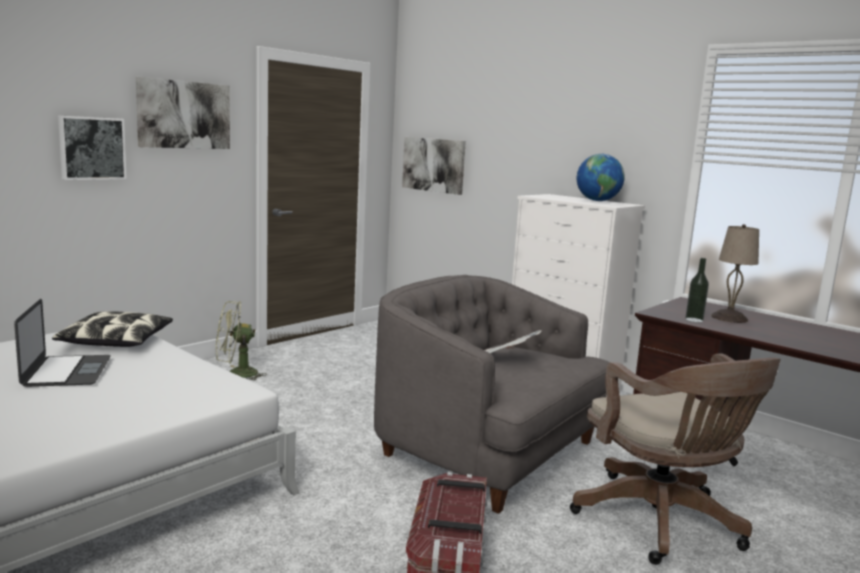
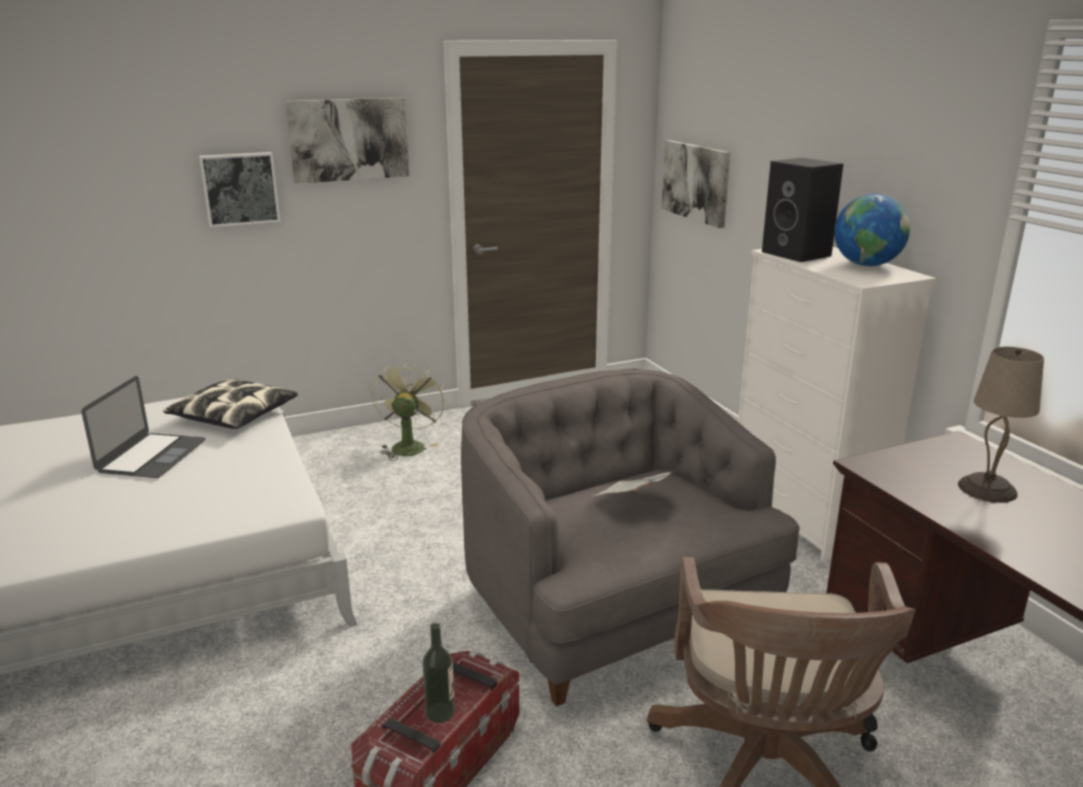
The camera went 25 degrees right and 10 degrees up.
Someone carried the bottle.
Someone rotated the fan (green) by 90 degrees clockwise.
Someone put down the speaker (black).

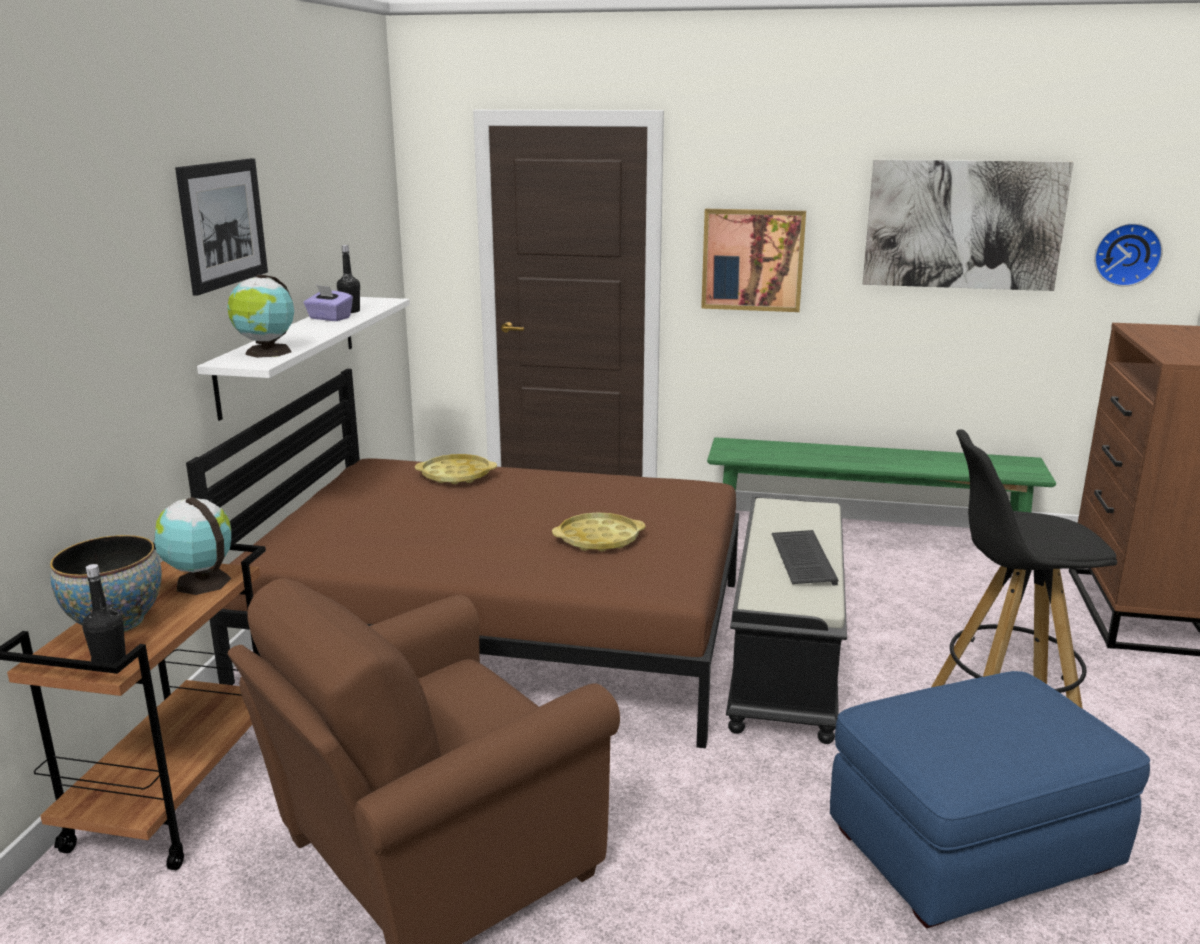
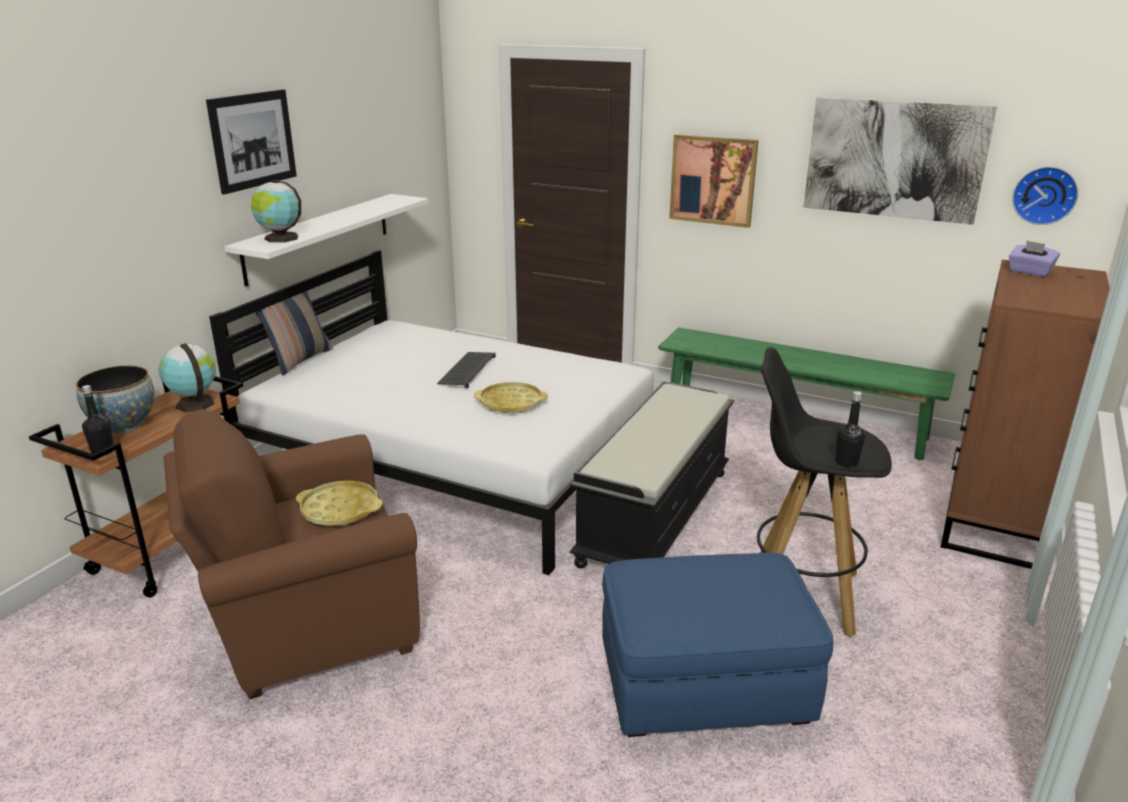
The camera went 15 degrees right and 5 degrees up.
Someone carried the bottle (black) (no. 2 from left).
Someone carried the tissue box (purple).
Someone repainted the bed (brown), which became the bed (white).
Someone carried the tray (yellow) (no. 1 from left).
Someone carried the keyboard.
Someone put down the pillow.

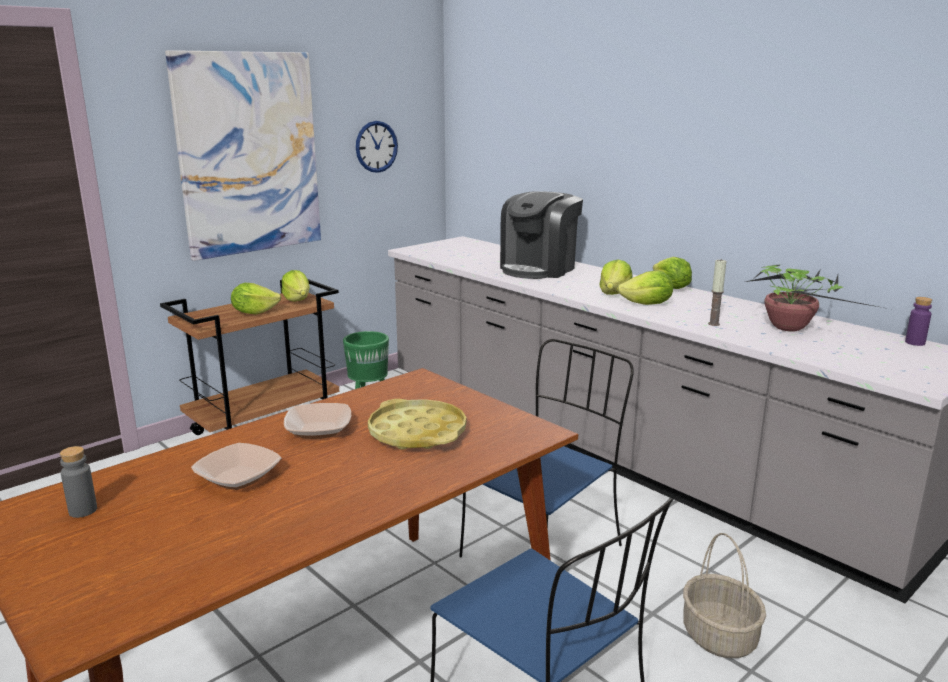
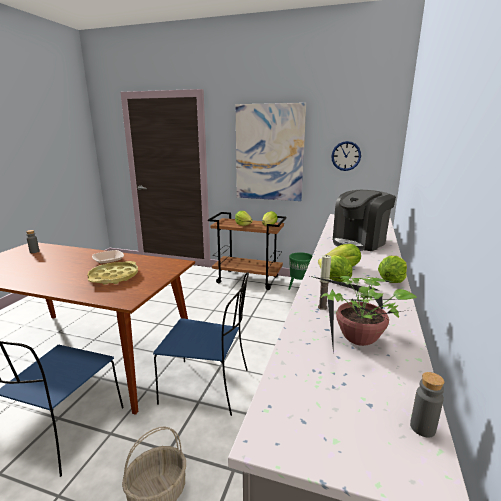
The camera went 60 degrees right and 0 degrees up.
Someone rotated the coffee machine by 45 degrees counterclockwise.
Someone repainted the bottle (purple), which became the bottle (grey) (no. 2 from left).
Someone took away the bowl (no. 1 from left).

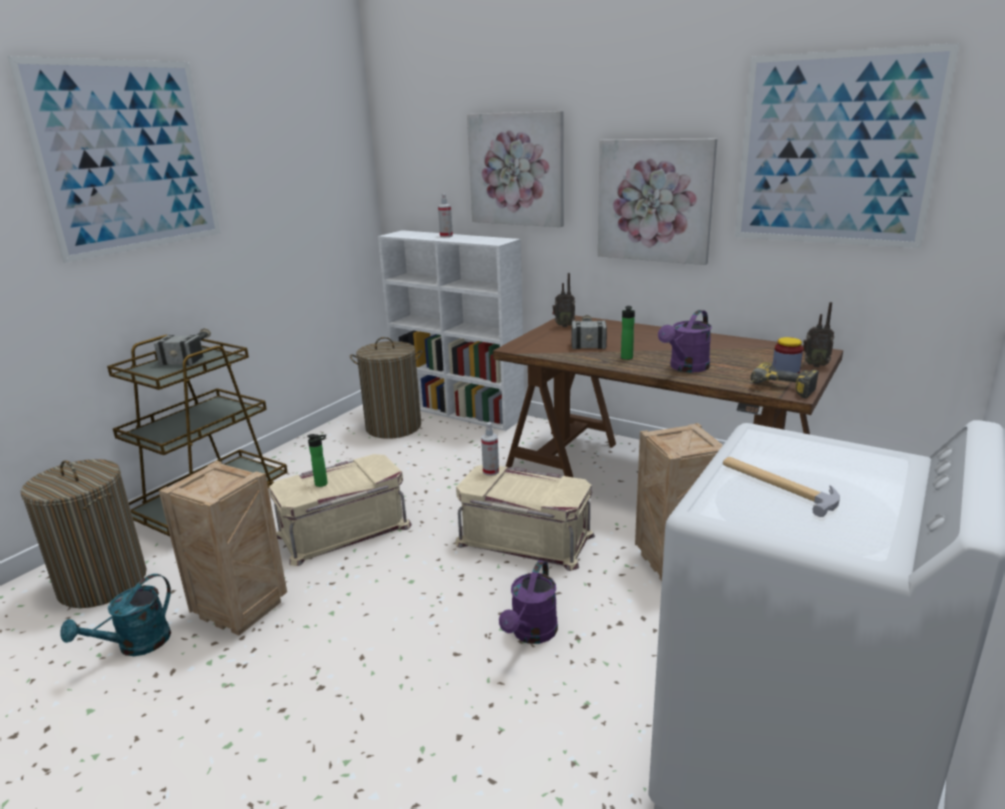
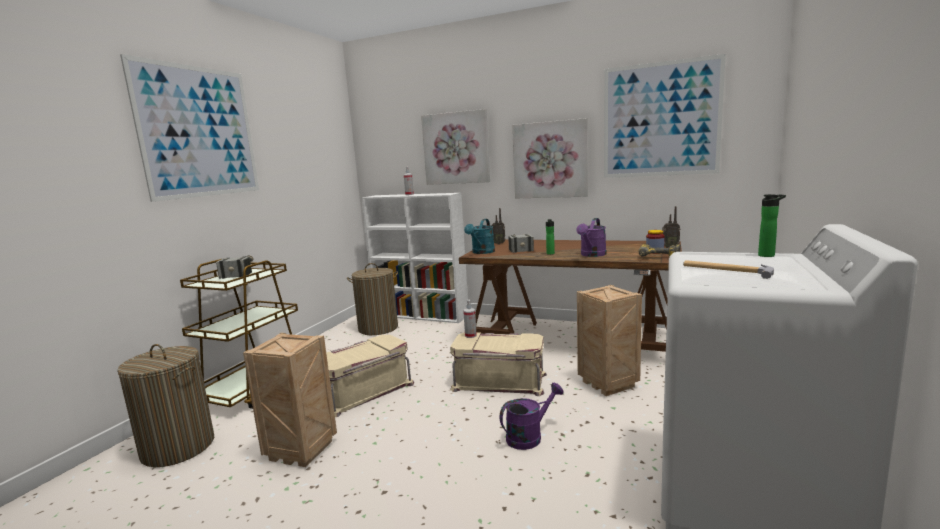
The camera went 10 degrees left and 10 degrees down.
Someone carried the bottle (no. 1 from left in the first image).
Someone rotated the watering can (purple) (no. 1 from left) by 135 degrees counterclockwise.
Someone carried the watering can (turquoise).

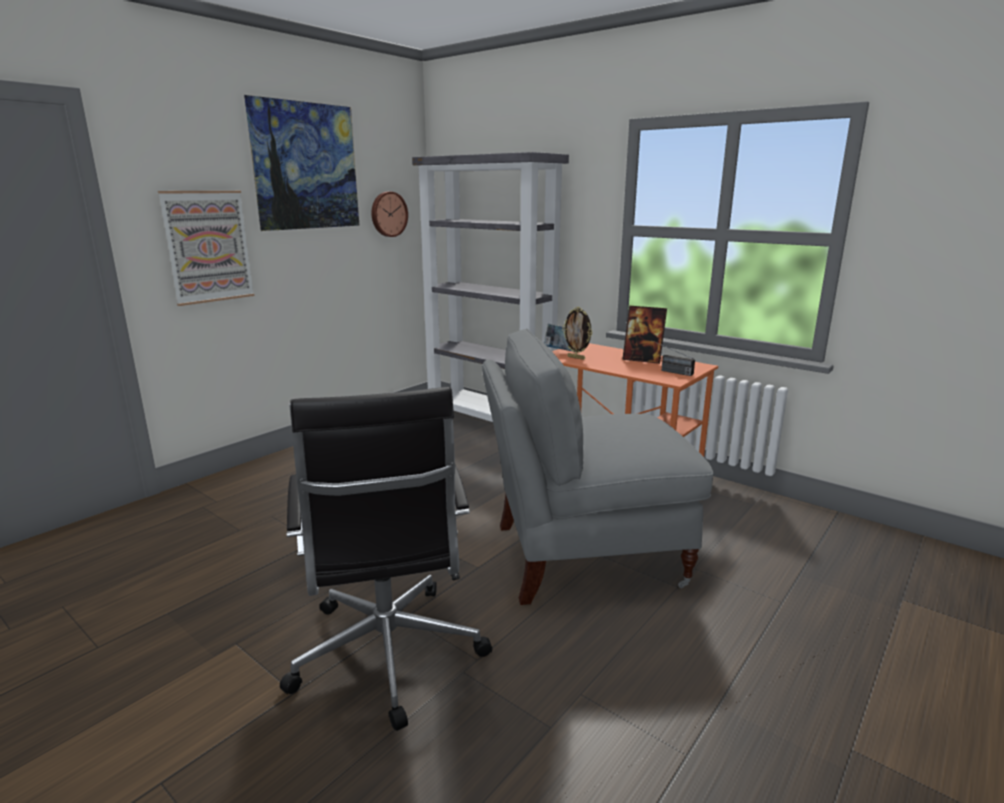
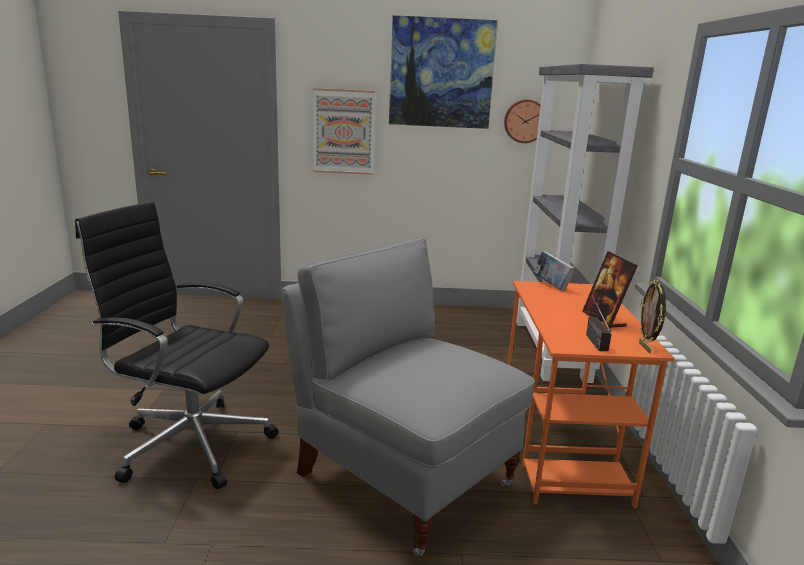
The camera went 50 degrees right and 0 degrees up.
Someone carried the picture frame (no. 1 from left in the first image).
Someone rotated the office chair (black) by 75 degrees clockwise.

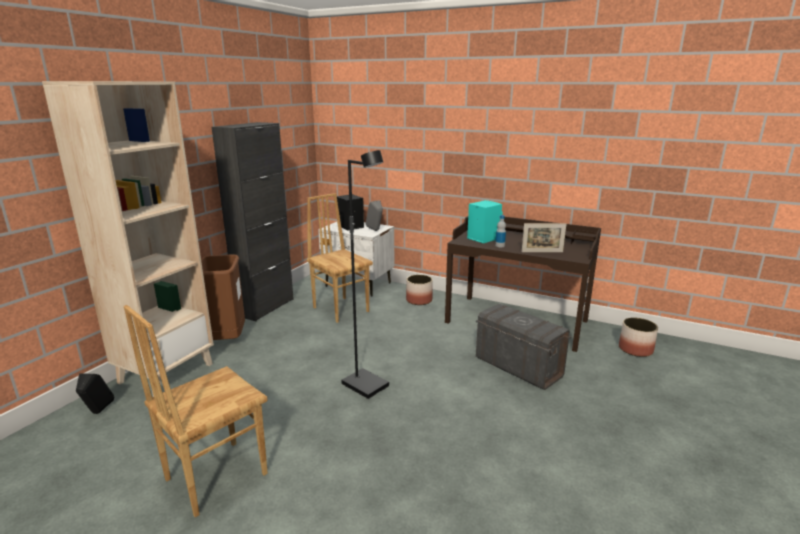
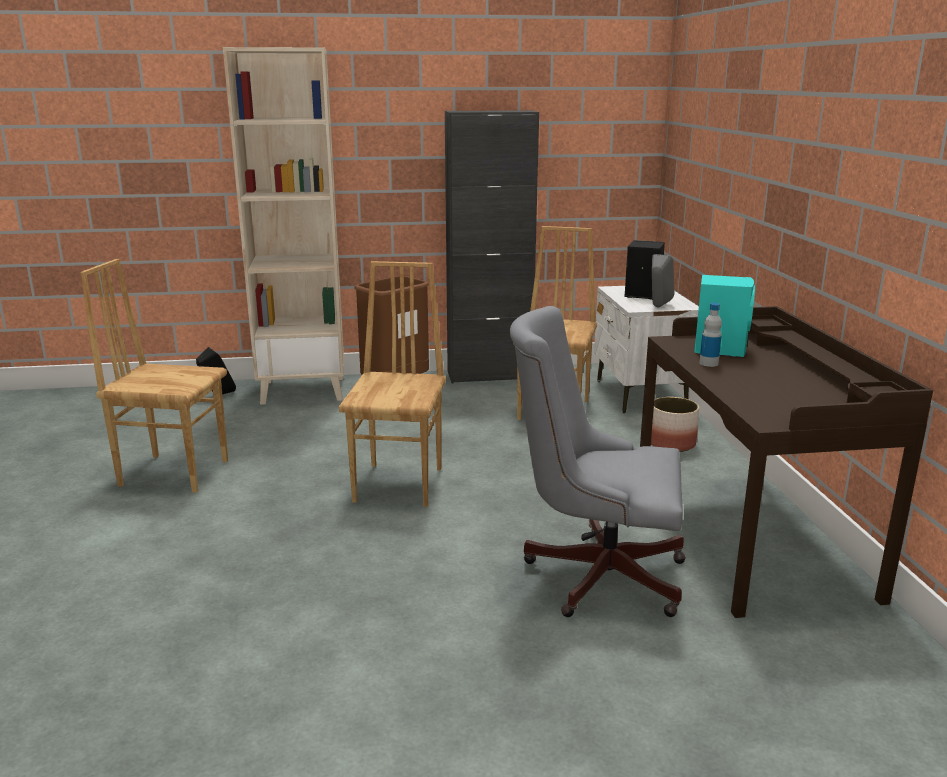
The camera went 55 degrees right and 0 degrees up.
Someone swapped the floor lamp (black) for the chair (brown) (no. 2 from left).
Someone took away the picture frame.
Someone swapped the storage box (grey) for the office chair (grey).
Someone took away the planter (no. 2 from left).

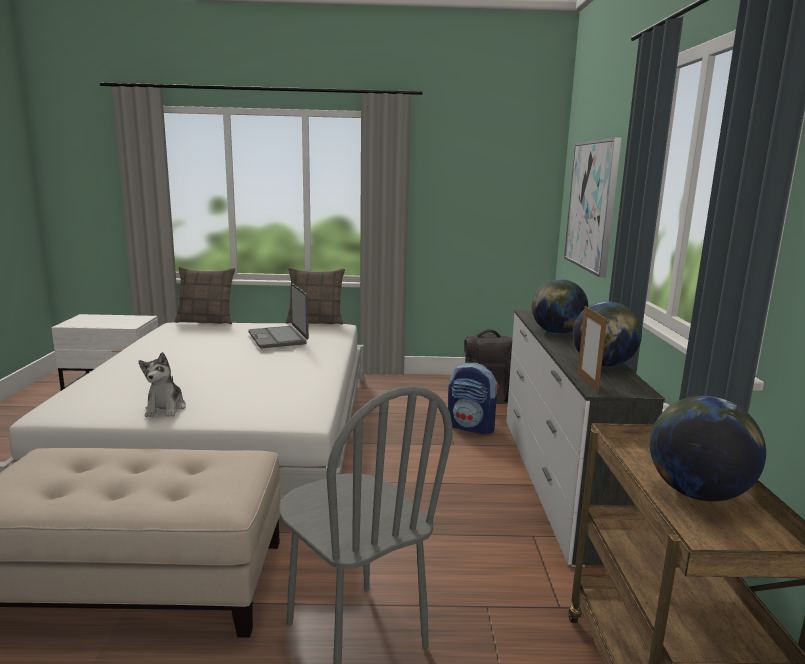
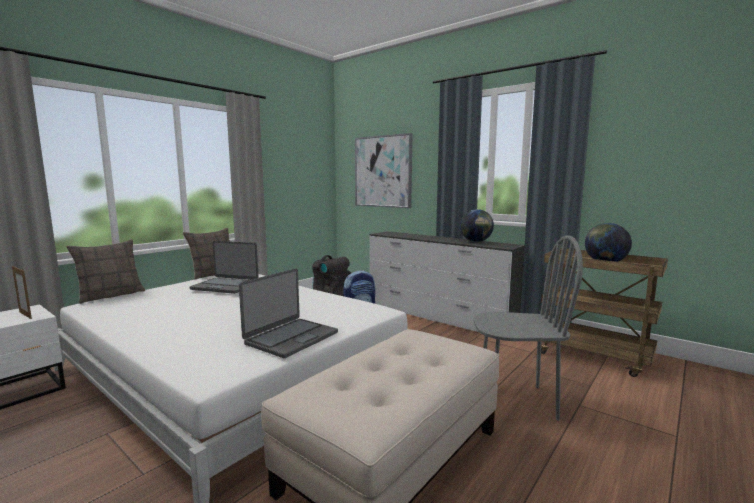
The camera went 50 degrees left and 5 degrees down.
Someone took away the globe (no. 1 from left).
Someone carried the picture frame.
Someone swapped the plush toy for the laptop (no. 2 from left).

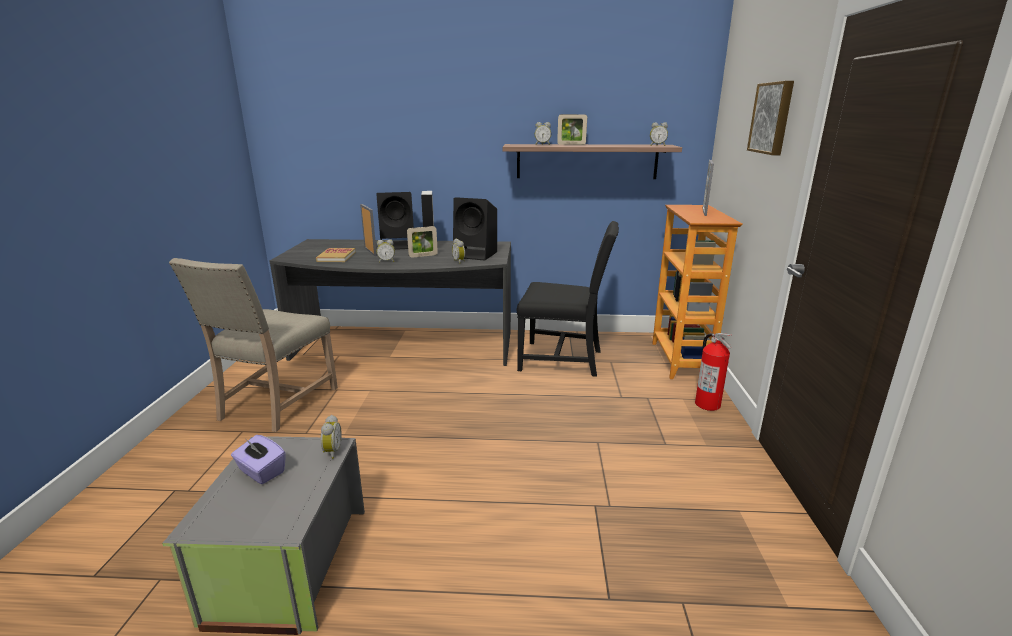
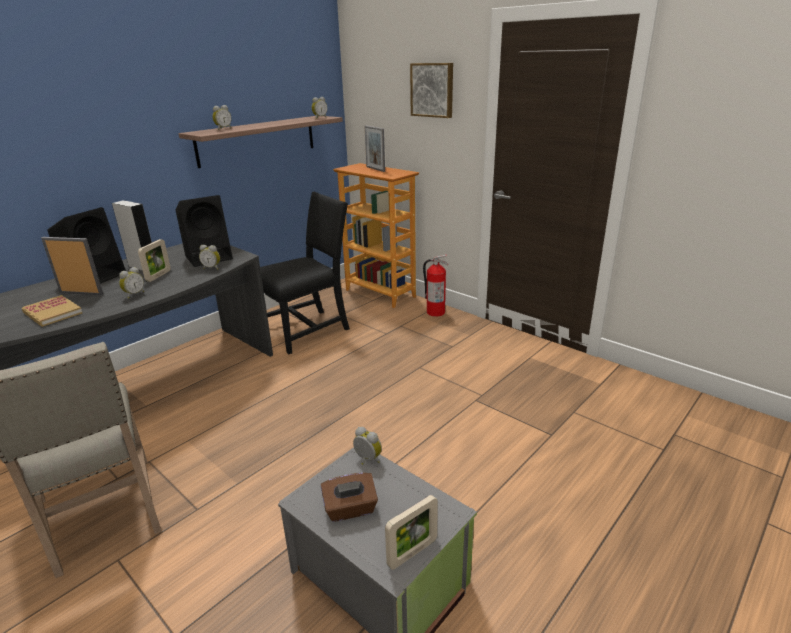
The camera went 50 degrees left and 5 degrees up.
Someone carried the picture frame (no. 3 from left in the first image).
Someone repainted the tissue box (purple), which became the tissue box (brown).

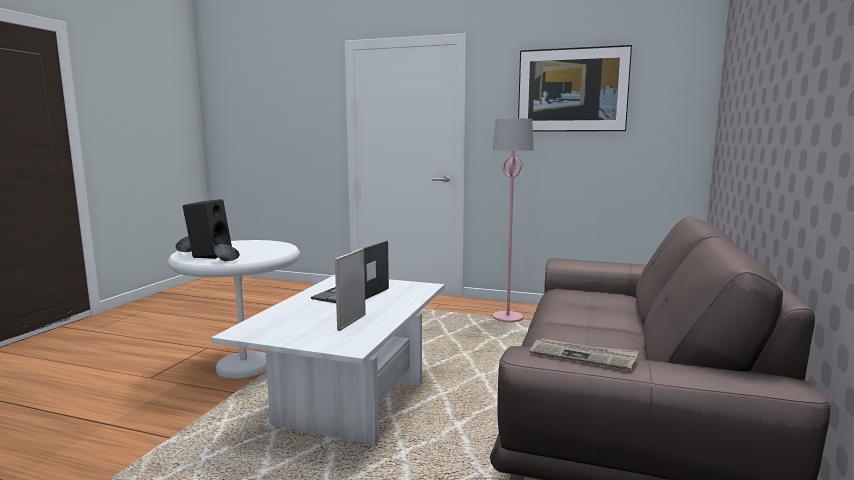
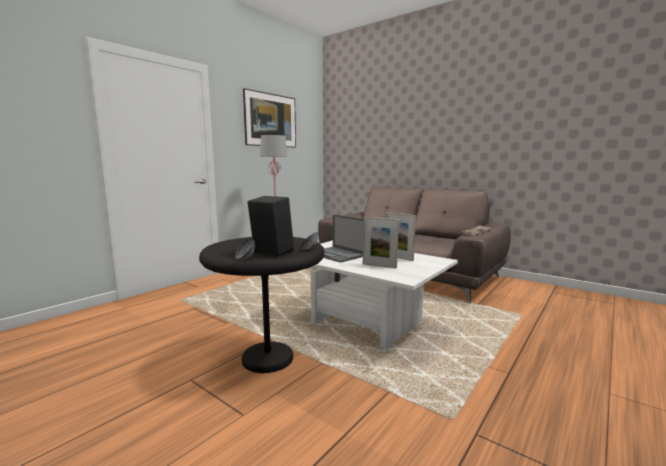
The camera went 70 degrees left and 0 degrees up.
Someone repainted the side table (white), which became the side table (black).
Someone put down the picture frame (no. 1 from left).

